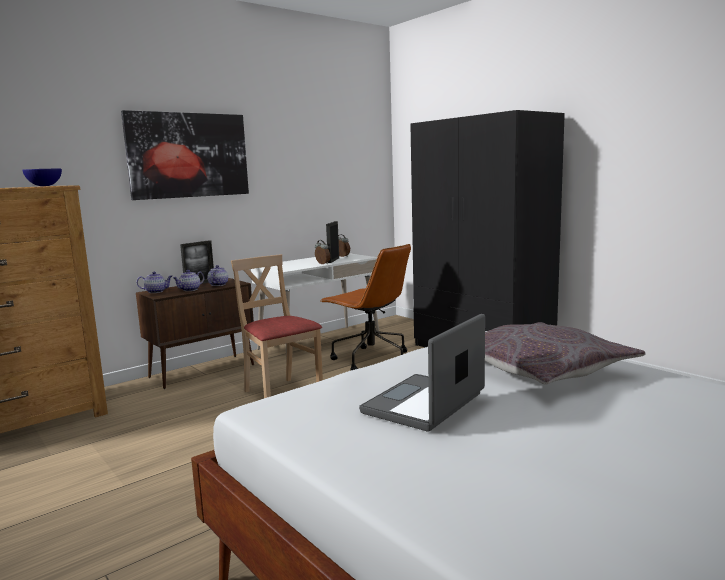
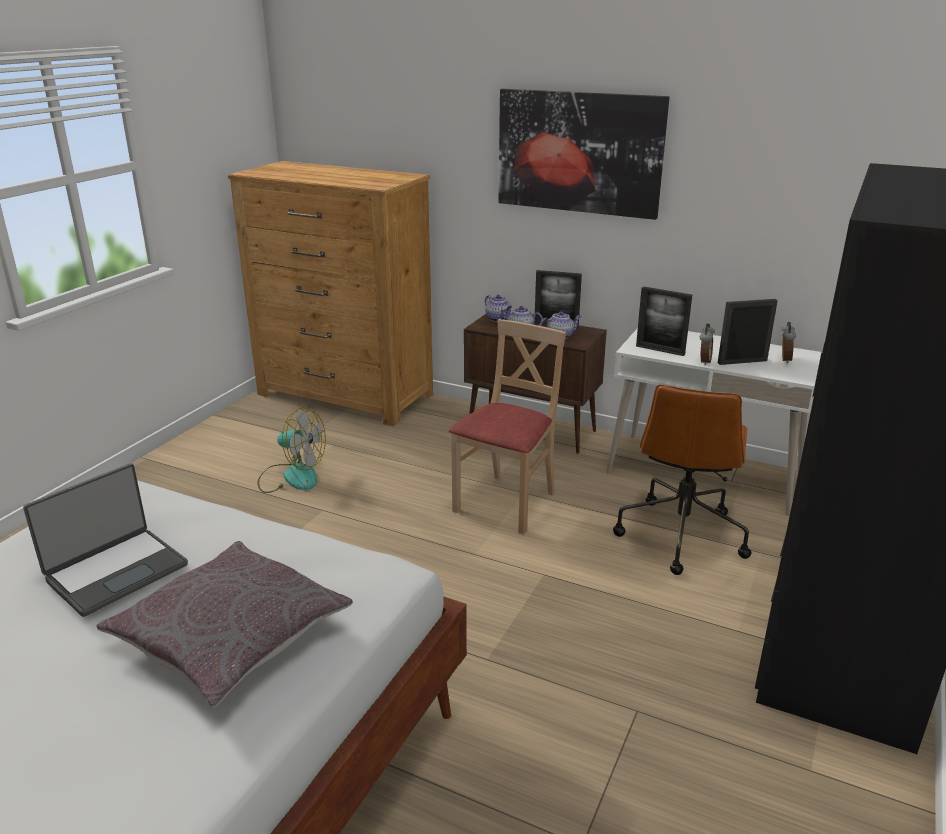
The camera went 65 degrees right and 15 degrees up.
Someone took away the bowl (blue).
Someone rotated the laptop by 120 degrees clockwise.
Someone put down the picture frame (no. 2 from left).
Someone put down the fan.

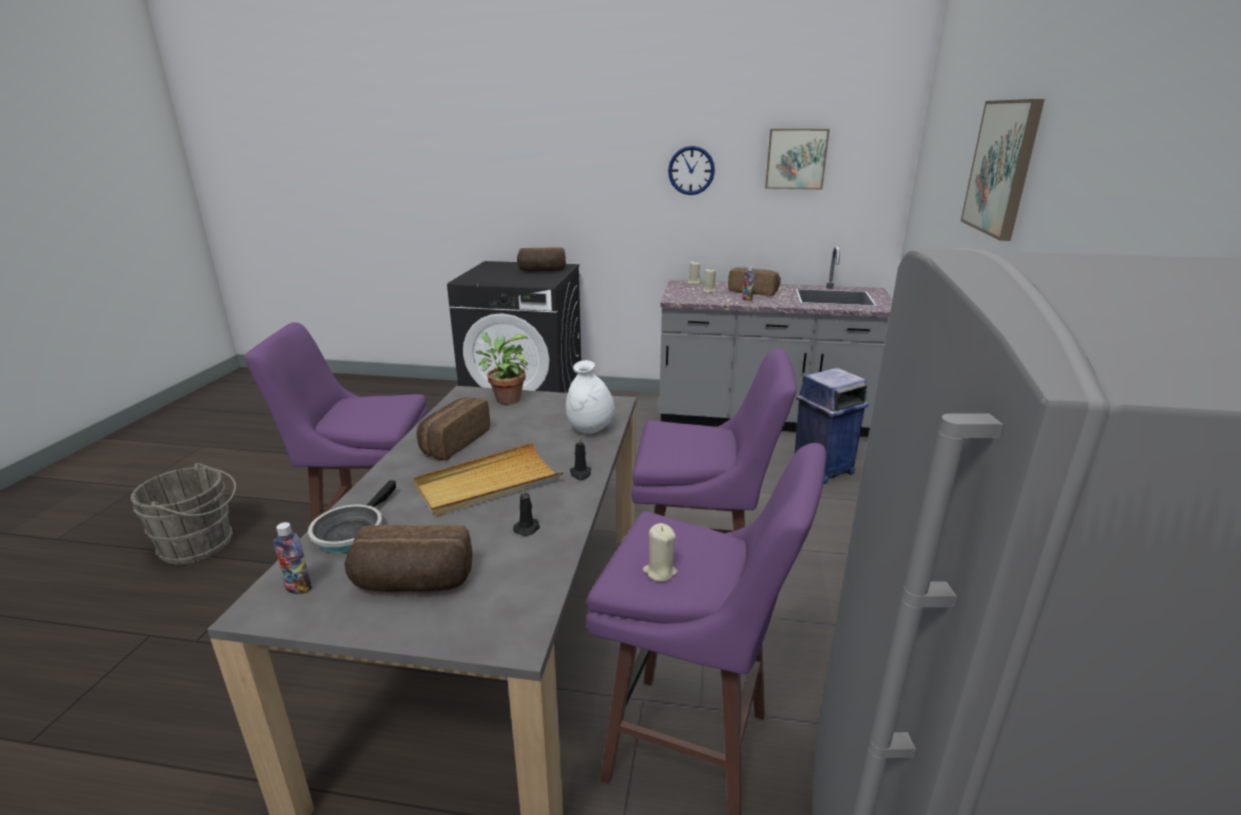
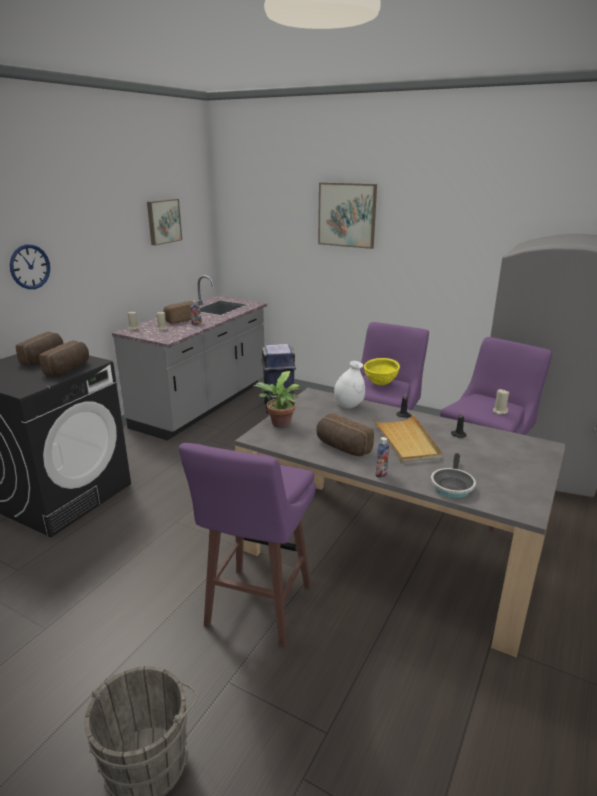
The camera went 70 degrees left and 0 degrees up.
Someone carried the wall clock.
Someone rotated the frying pan by 75 degrees clockwise.
Someone carried the bottle (no. 1 from left in the first image).
Someone carried the bread (no. 1 from left in the first image).
Someone put down the bowl (yellow).

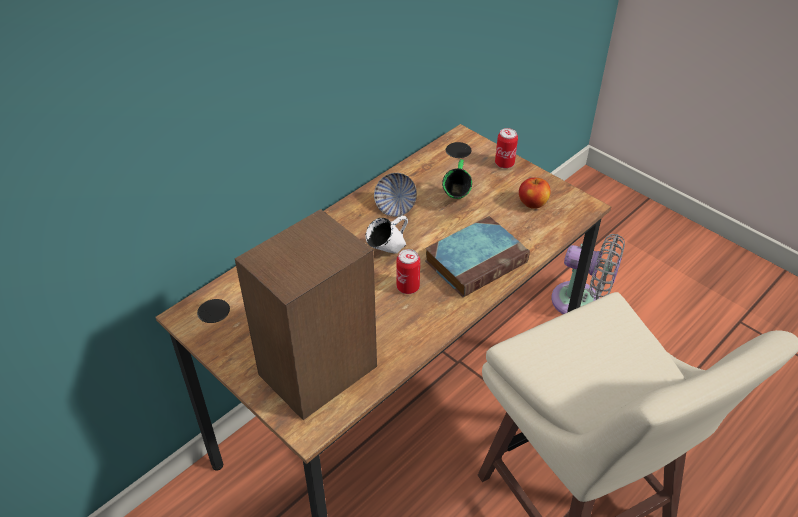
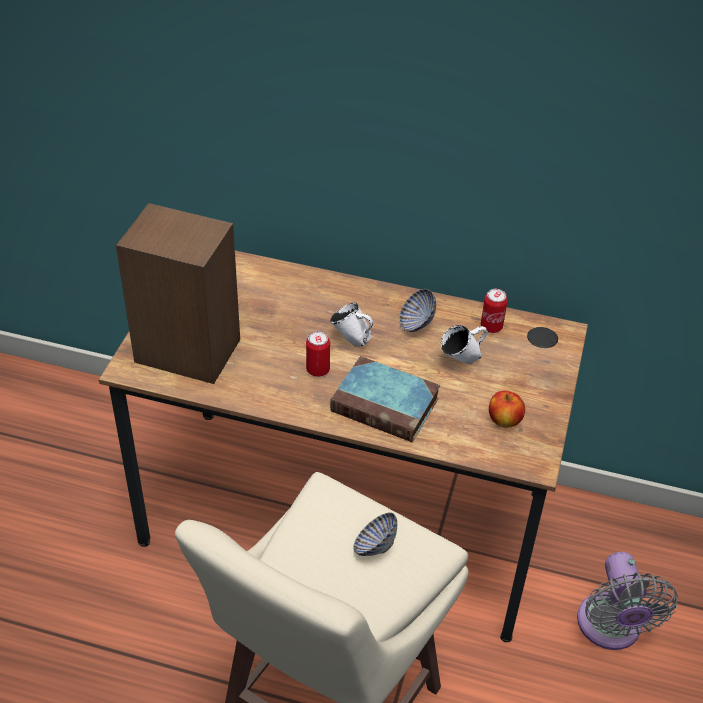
The camera went 60 degrees right and 0 degrees up.
Someone carried the can (no. 2 from left).
Someone repainted the mug (green), which became the mug (white) (no. 2 from left).
Someone put down the bowl (no. 1 from left).

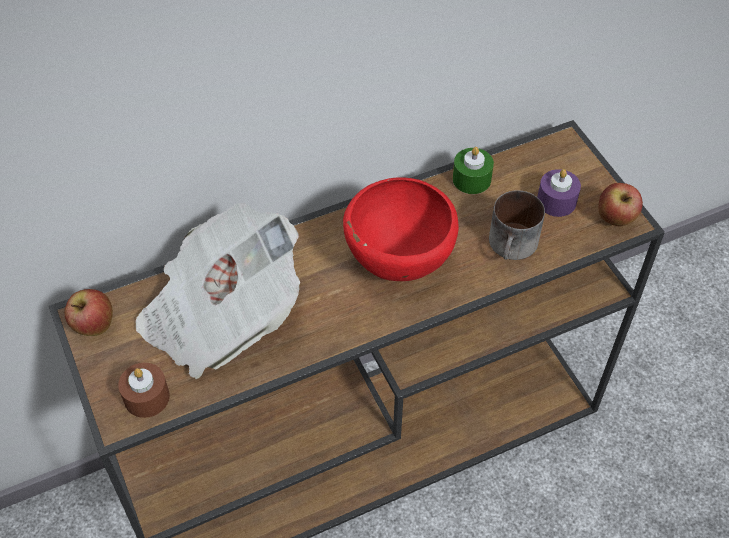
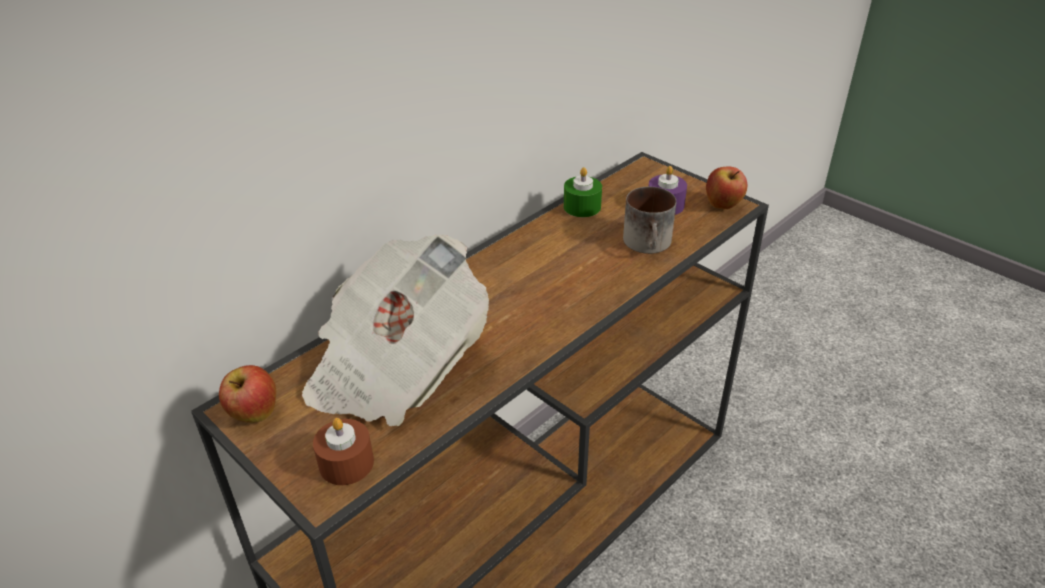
The camera went 20 degrees left and 15 degrees down.
Someone took away the bowl (red).

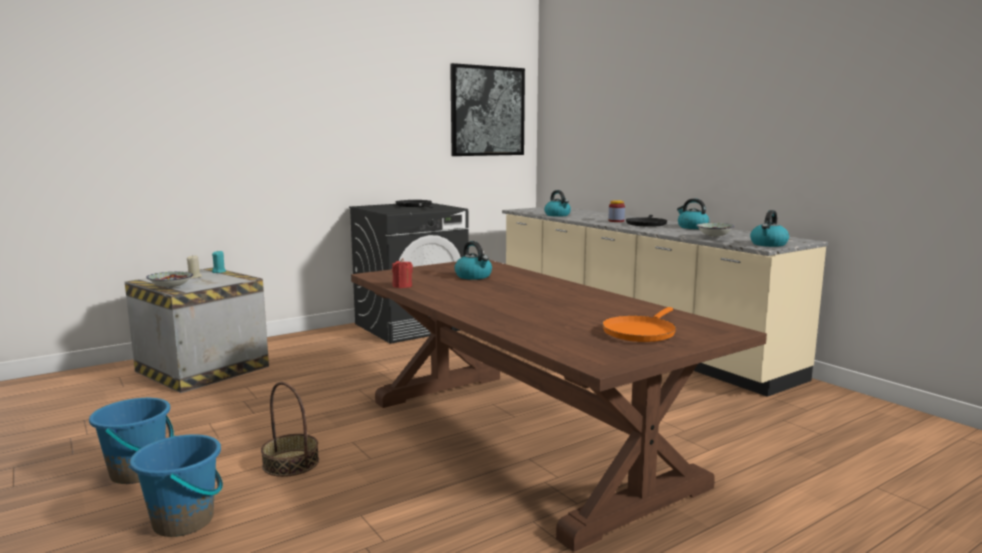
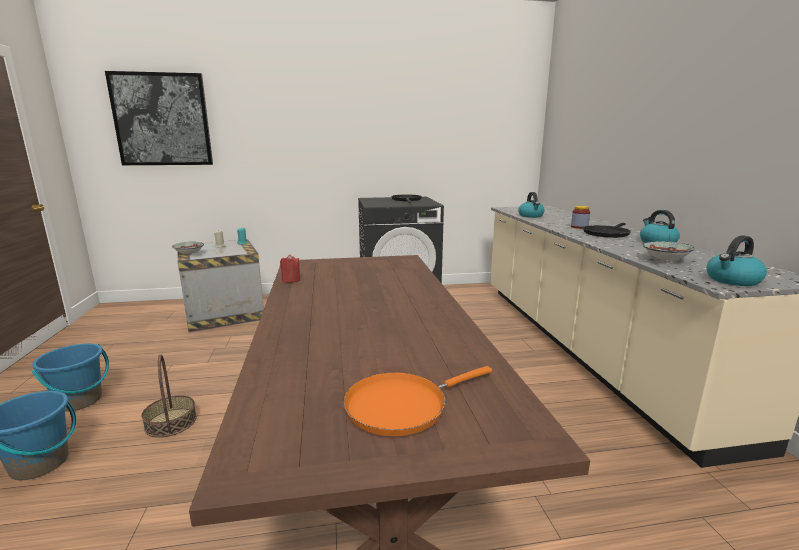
The camera went 25 degrees right and 5 degrees up.
Someone carried the picture.
Someone took away the kettle (no. 1 from left).

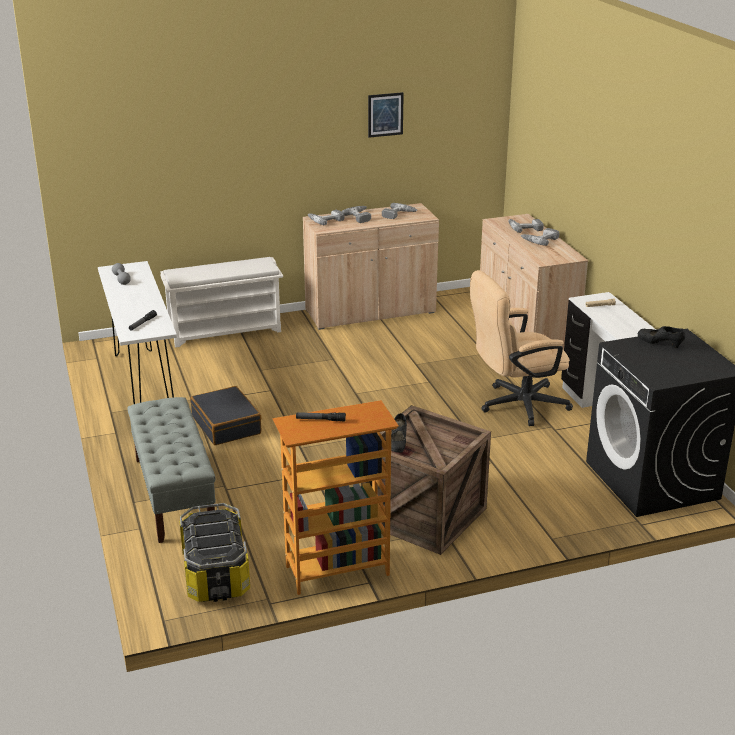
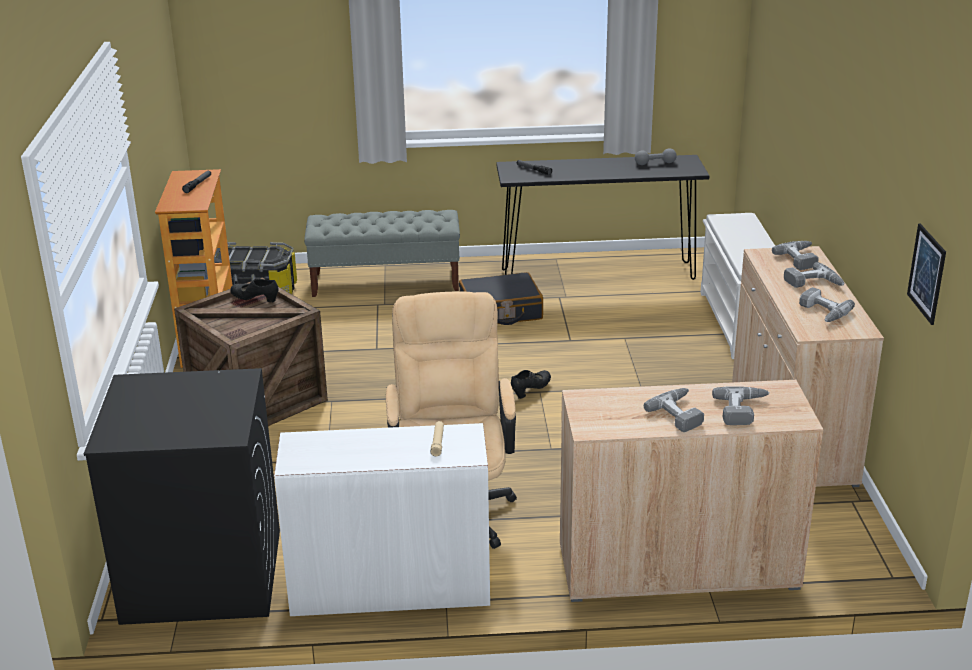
The camera went 105 degrees right and 0 degrees up.
Someone carried the picture.
Someone repainted the console table (white), which became the console table (black).
Someone carried the shoe (black) (no. 2 from left).

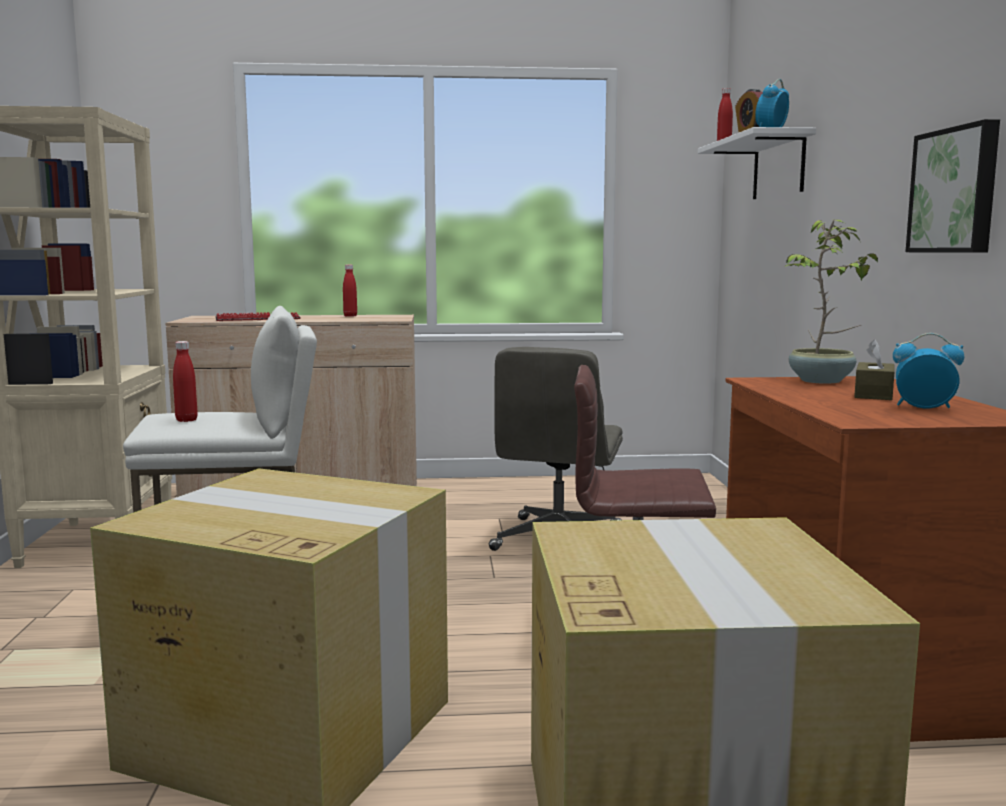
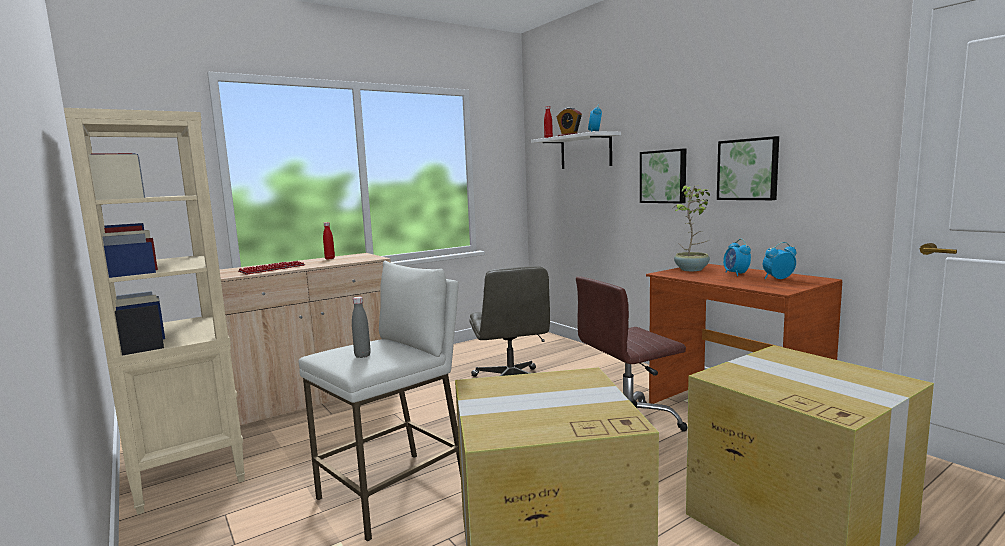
The camera went 30 degrees left and 0 degrees up.
Someone swapped the tissue box (brown) for the alarm clock (no. 3 from left).
Someone repainted the bottle (red) (no. 1 from left), which became the bottle (grey).
Someone put up the picture (no. 1 from left).

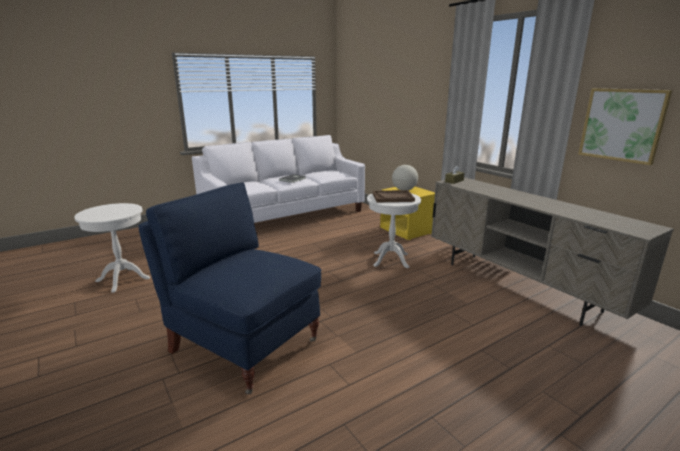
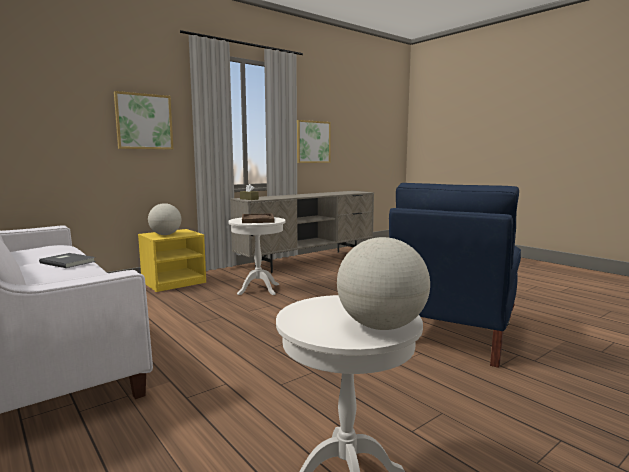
The camera went 95 degrees left and 10 degrees down.
Someone put up the picture (no. 1 from left).
Someone put down the globe (no. 2 from left).

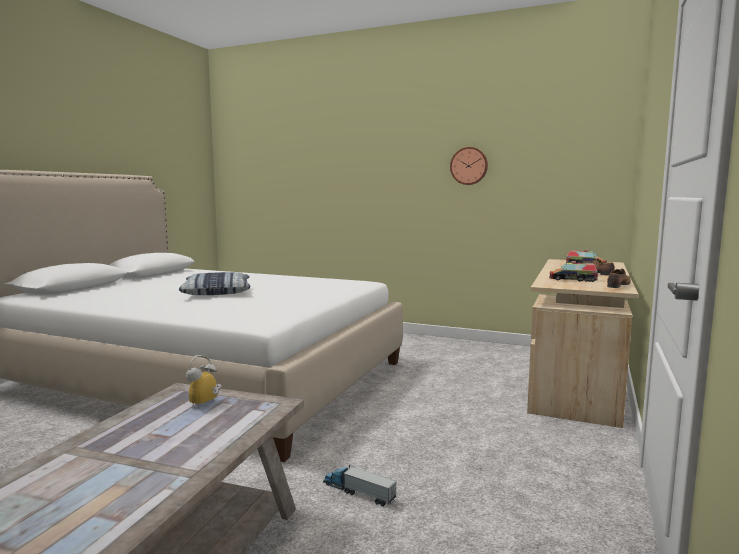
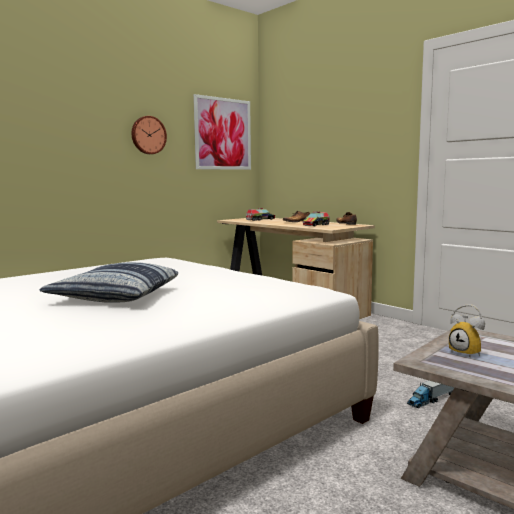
The camera went 65 degrees left and 0 degrees up.
Someone put up the picture.

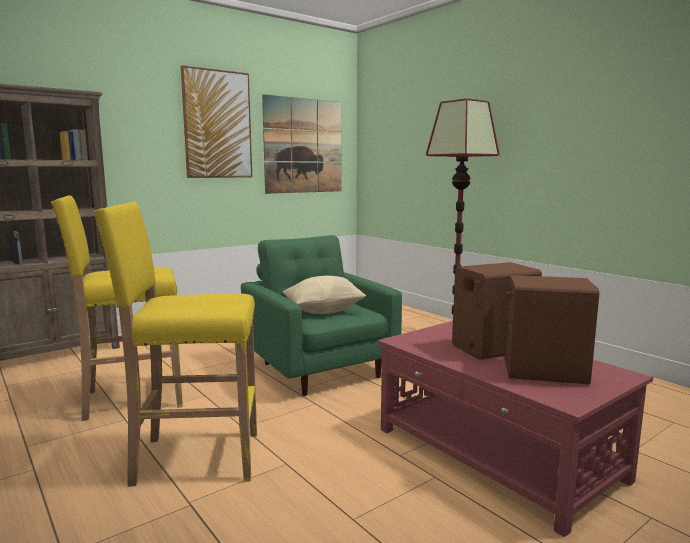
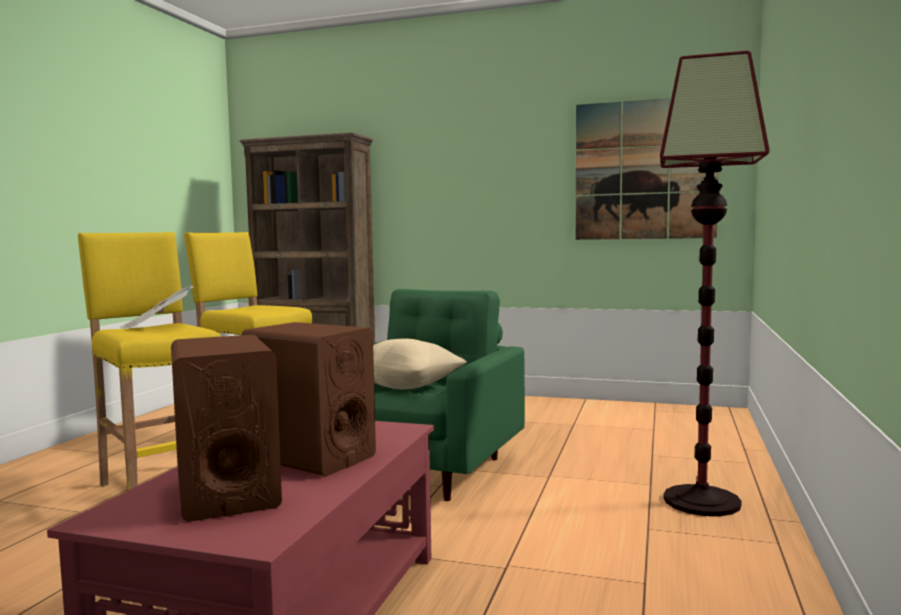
The camera went 55 degrees right and 5 degrees down.
Someone took away the picture (no. 1 from left).
Someone put down the newspaper.

